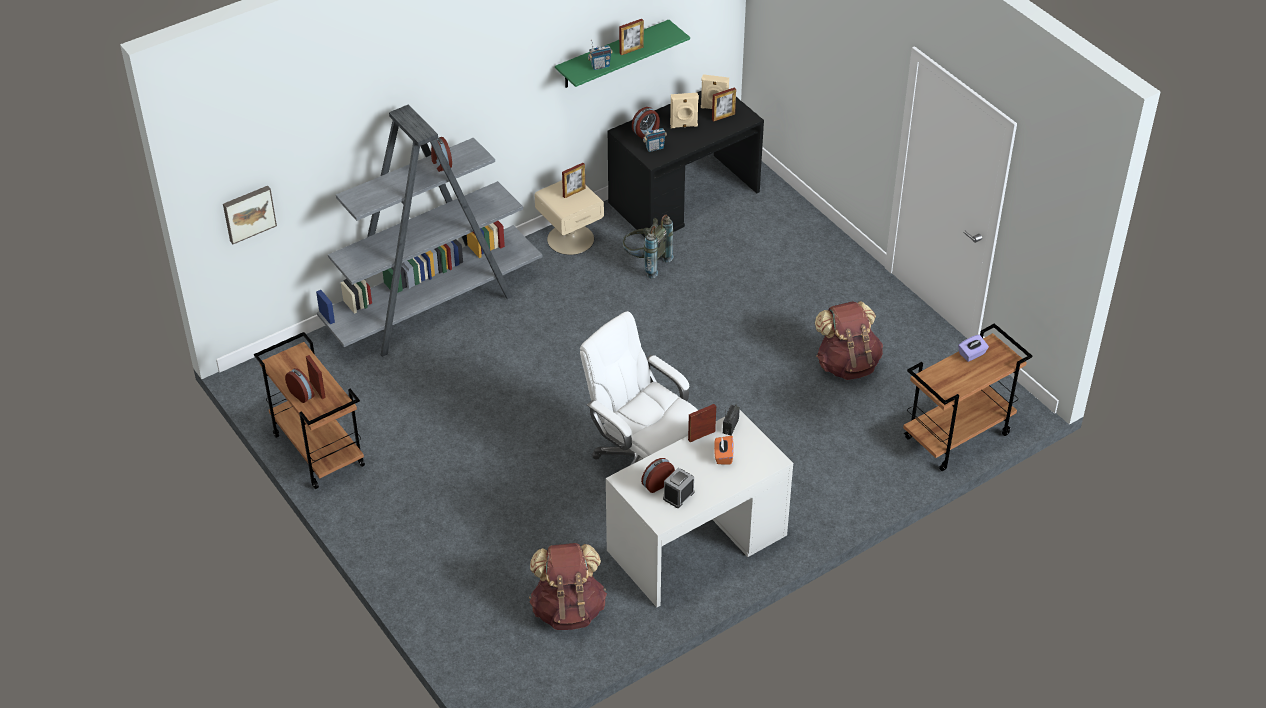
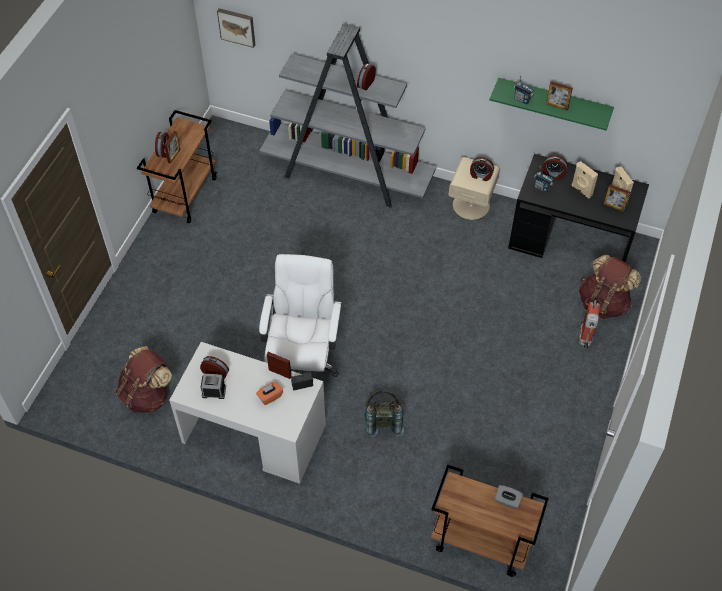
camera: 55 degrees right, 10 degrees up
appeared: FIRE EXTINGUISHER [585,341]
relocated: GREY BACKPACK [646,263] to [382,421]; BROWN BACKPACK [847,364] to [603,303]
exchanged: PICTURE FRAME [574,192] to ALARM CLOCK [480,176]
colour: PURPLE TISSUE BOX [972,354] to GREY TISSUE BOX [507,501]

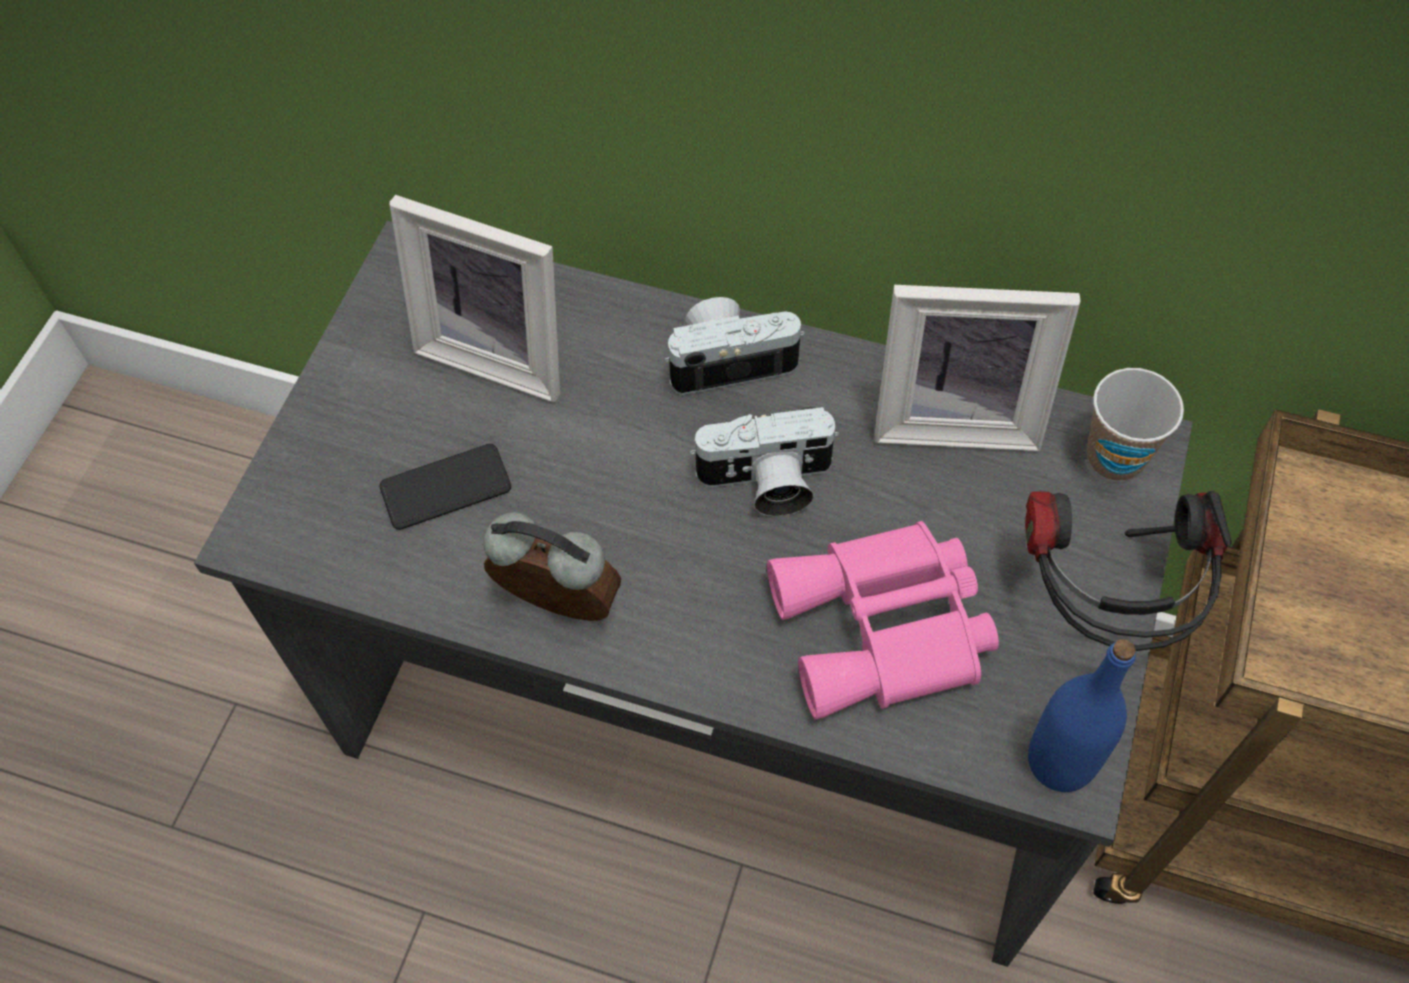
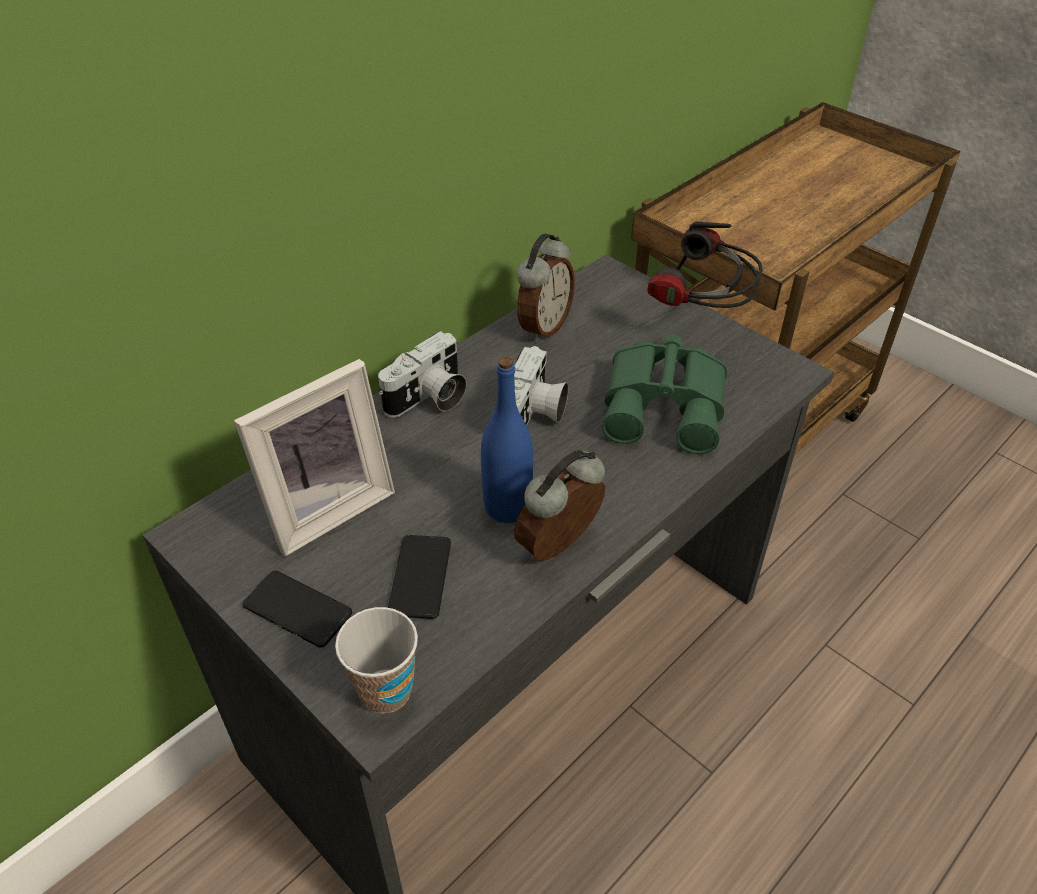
camera: 65 degrees left, 15 degrees down
appeared: PHONE [297,609]
relocated: CUP [1115,458] to [385,690]; BLUE BOTTLE [1060,761] to [507,507]
exchanged: PICTURE FRAME [956,416] to ALARM CLOCK [543,327]
colour: PINK BINOCULARS [885,631] to GREEN BINOCULARS [667,405]
spun: PHOTO CAMERA [730,359] = [429,399] 150 degrees counterclockwise

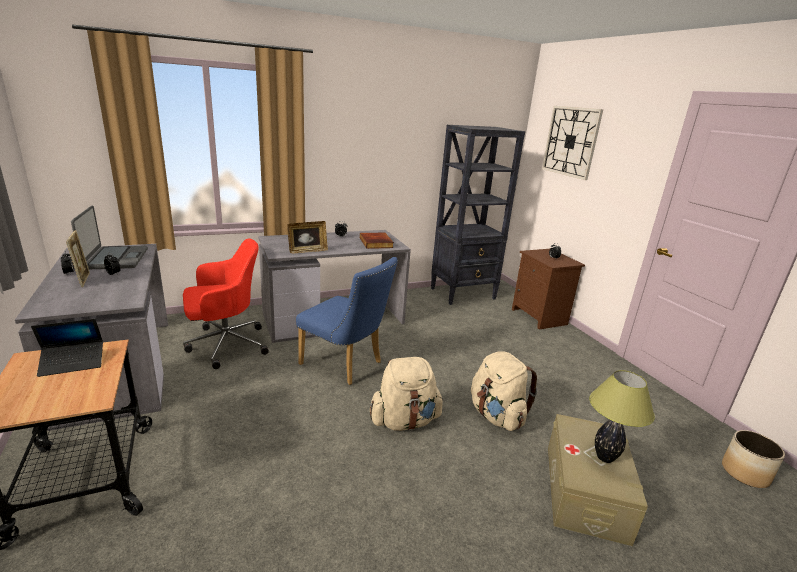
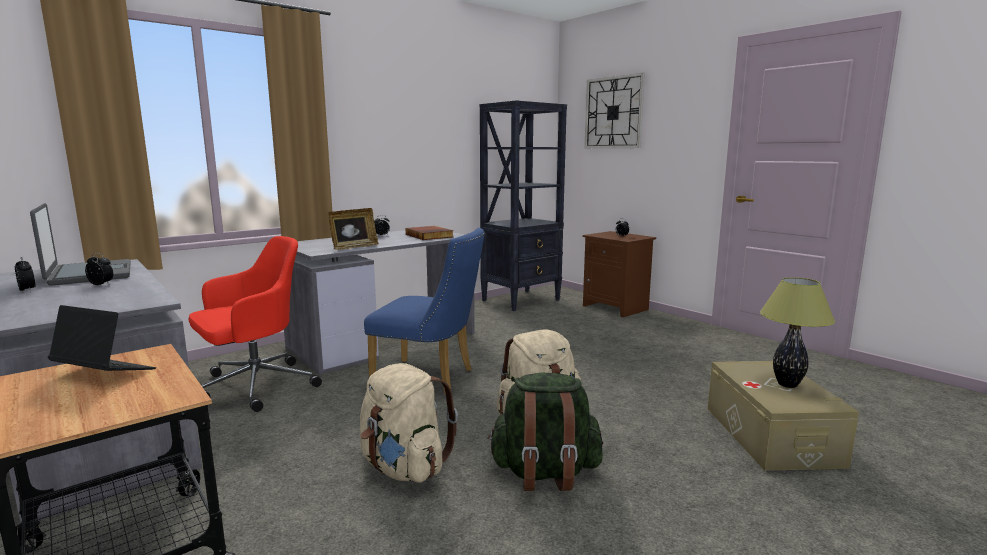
camera: 15 degrees left, 10 degrees down
missing: PICTURE FRAME [83,280]; PLANTER [745,473]
appeared: GREEN BACKPACK [545,473]
relocated: BEIGE BACKPACK [496,416] to [404,467]
spun: LAPTOP [73,363] = [104,372] 120 degrees counterclockwise

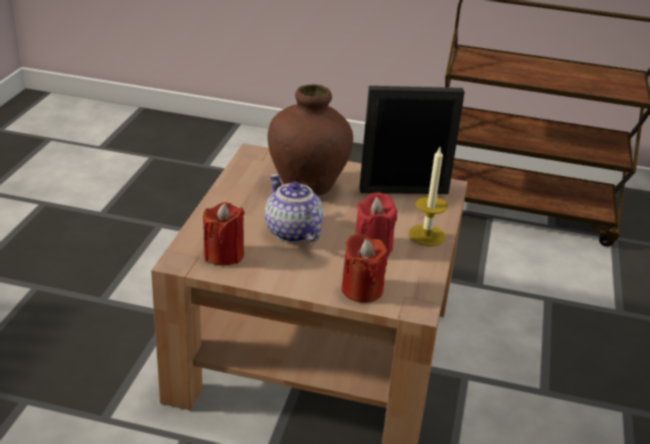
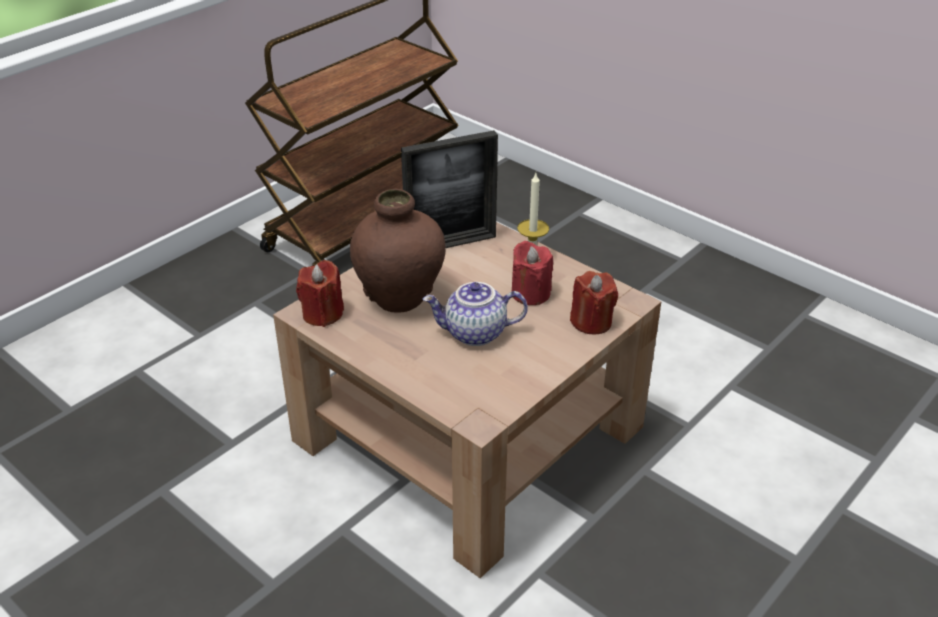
camera: 60 degrees left, 5 degrees up
relocated: RED CANDLE [224,254] to [322,314]
spun: PICTURE FRAME [403,191] = [451,244] 135 degrees counterclockwise

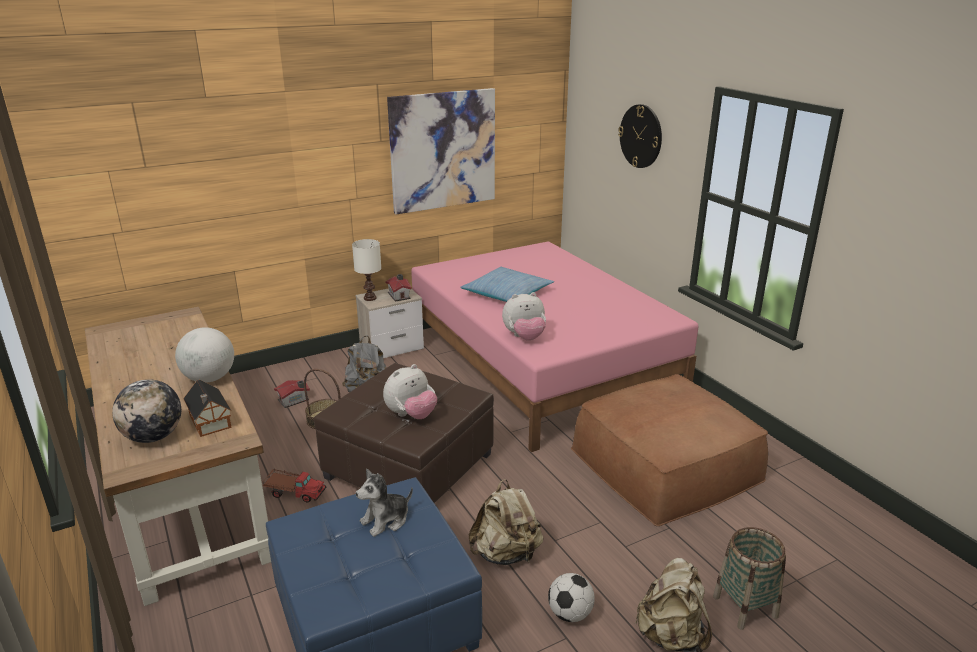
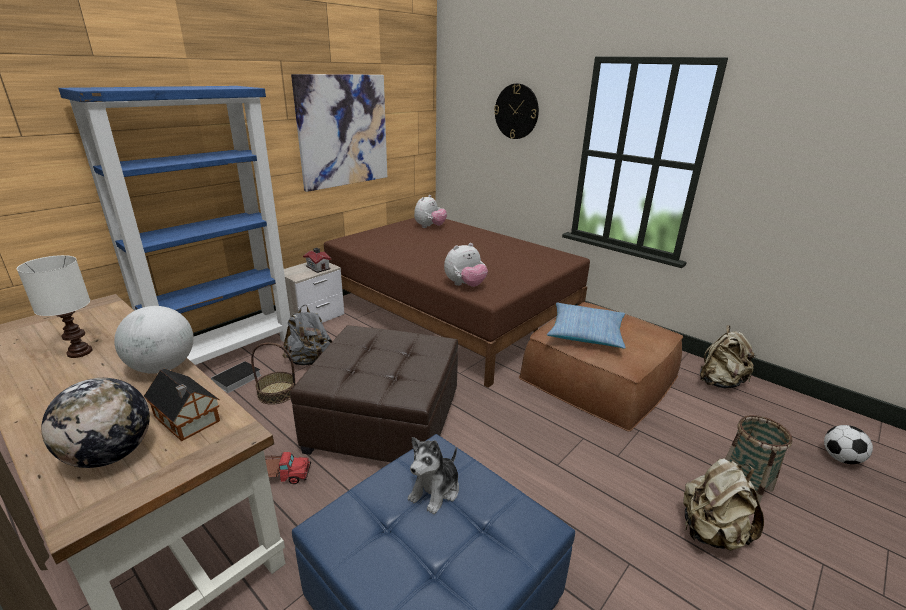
camera: 20 degrees left, 0 degrees up
appeared: BLUE BOOKCASE [227,353]
relocated: WHITE TABLE LAMP [369,298] to [79,352]; PILLOW [507,294] to [586,333]; PLUSH TOY [411,415] to [430,227]; BEIGE BACKPACK [506,554] to [720,382]; FOOTBALL [569,614] to [840,458]
exchanged: TOY HOUSE [294,400] to BOOK [236,380]
colour: PINK BED [541,363] to BROWN BED [451,312]

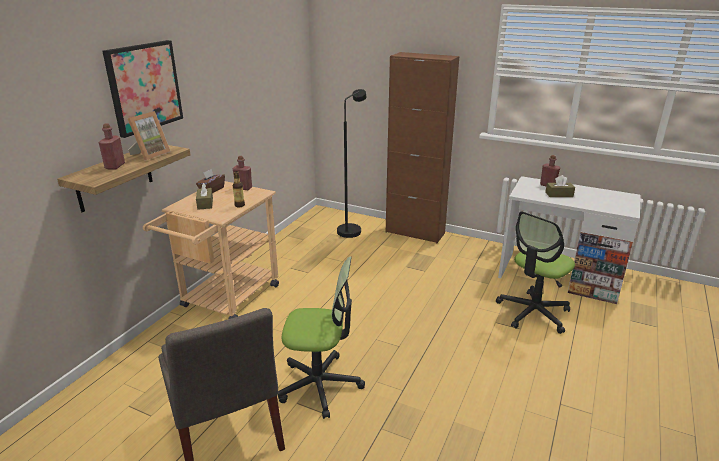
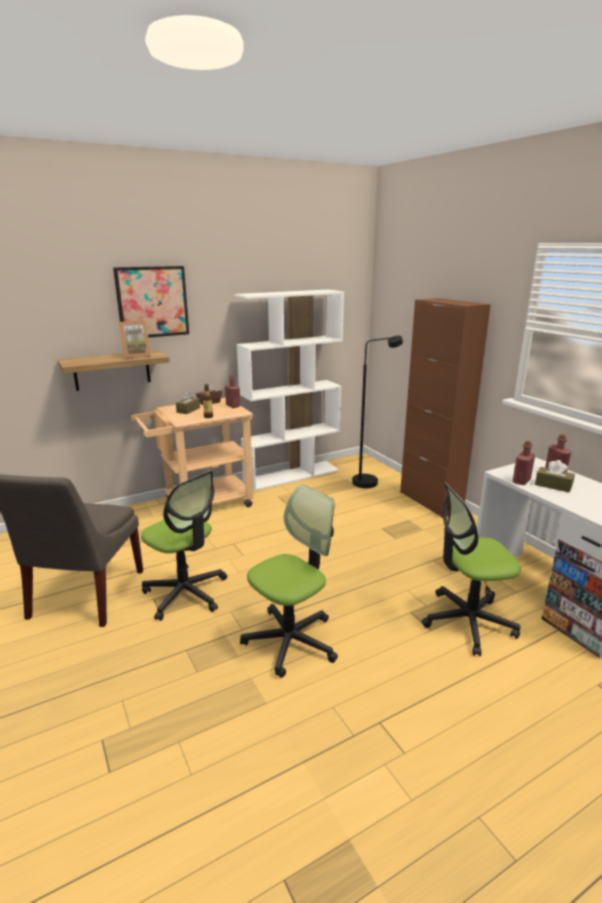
camera: 35 degrees right, 5 degrees down
appeared: WHITE BOOKCASE [292,475]; OFFICE CHAIR [291,641]
relocated: RED BOTTLE [115,166] to [521,481]

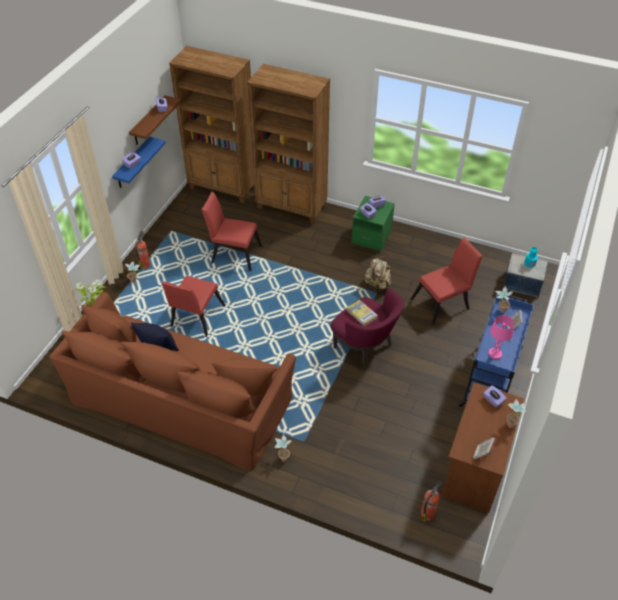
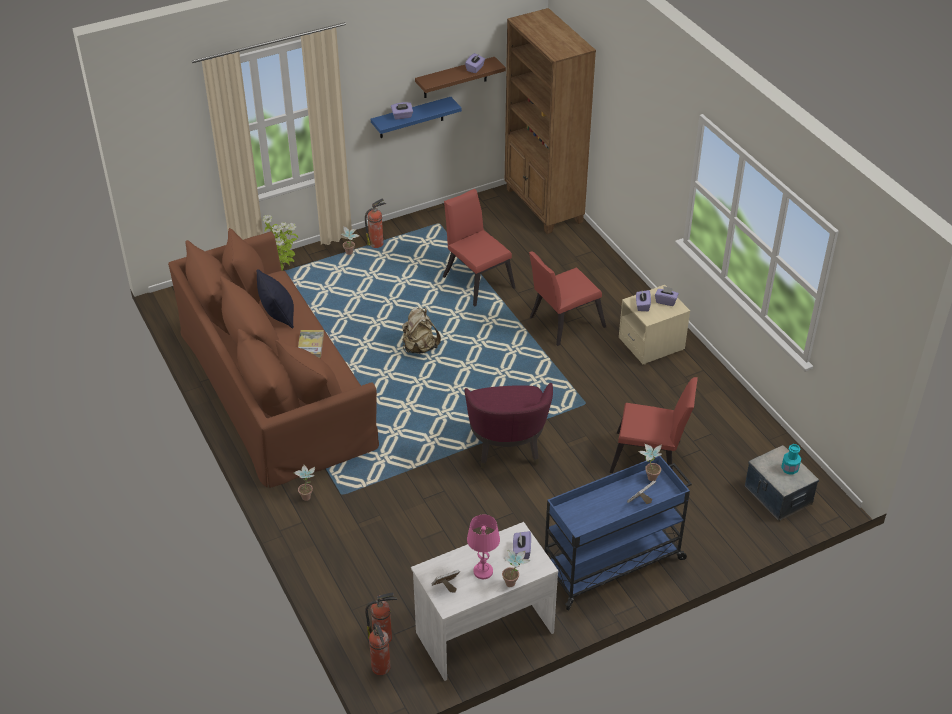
camera: 40 degrees right, 5 degrees down
missing: BROWN BOOKCASE [292,207]
appeared: FIRE EXTINGUISHER [381,668]
relocated: BEIGE BACKPACK [377,285] to [419,347]; RED CHAIR [195,318] to [562,323]; BOOK [361,314] to [310,345]; PINK TABLE LAMP [495,354] to [483,571]
colour: GREEN NIGHTSTAND [371,237] to BEIGE NIGHTSTAND [651,344]; BROWN DESK [474,466] to WHITE DESK [483,631]

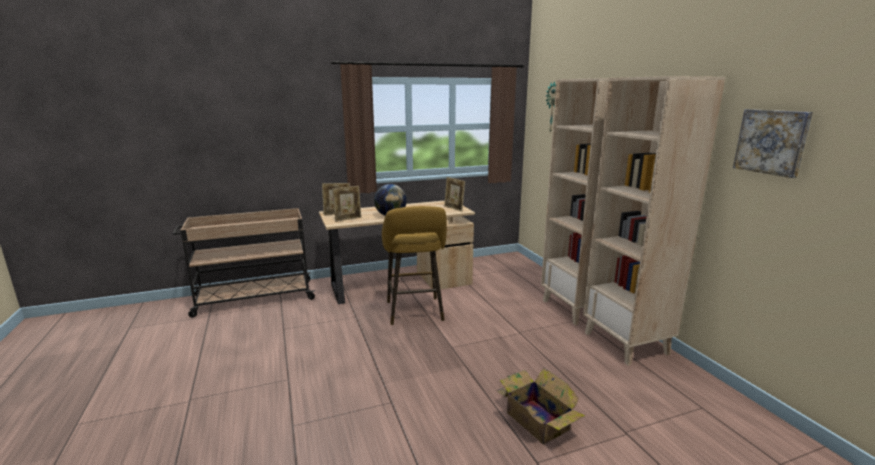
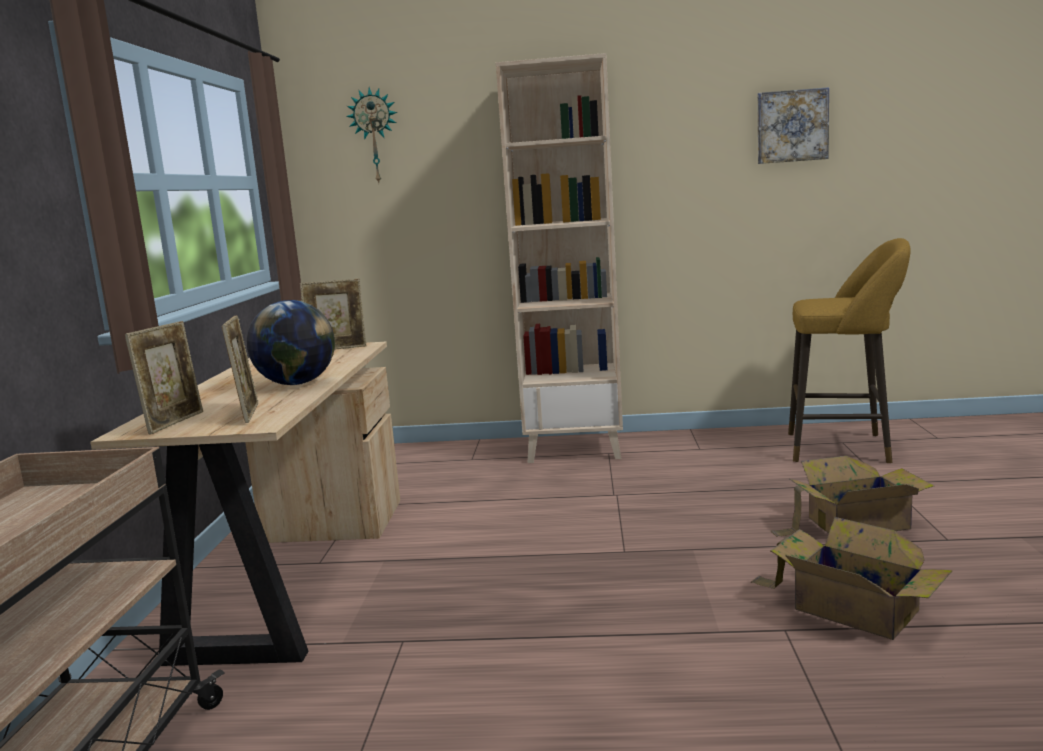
camera: 65 degrees left, 5 degrees down
missing: BEIGE BOOKCASE [626,343]
appeared: CARDBOARD BOX [851,608]
relocated: YELLOW STOOL [415,313] to [845,448]

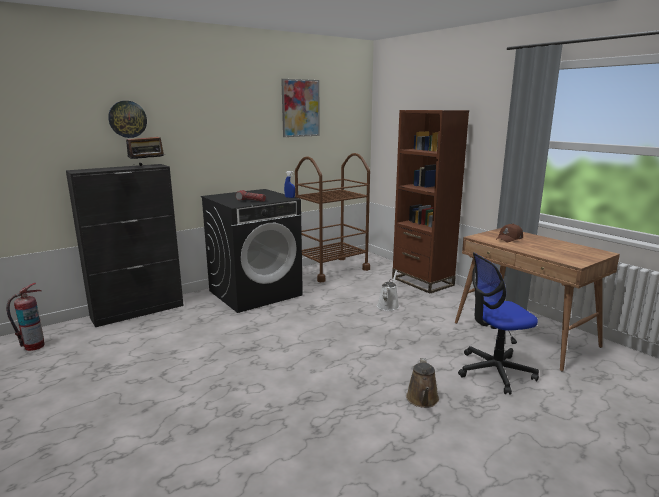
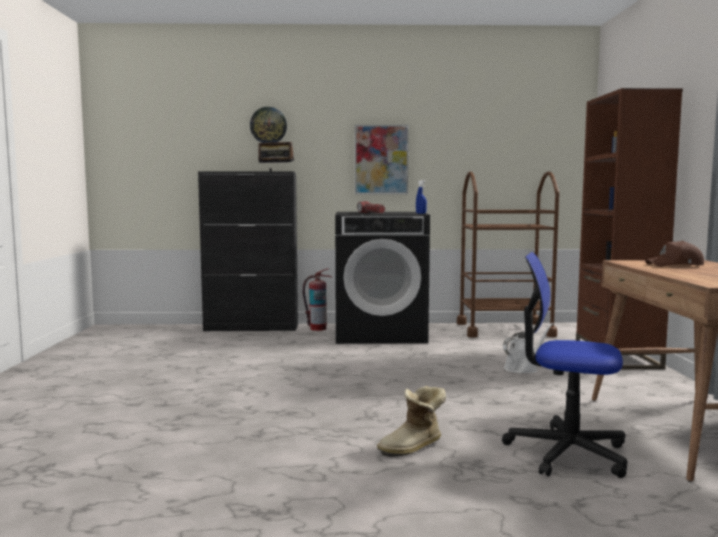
camera: 35 degrees right, 10 degrees down
relocated: PICTURE [300,108] to [381,160]; FIRE EXTINGUISHER [34,346] to [317,328]
exchanged: BROWN WATERING CAN [422,400] to BOOT [413,447]

